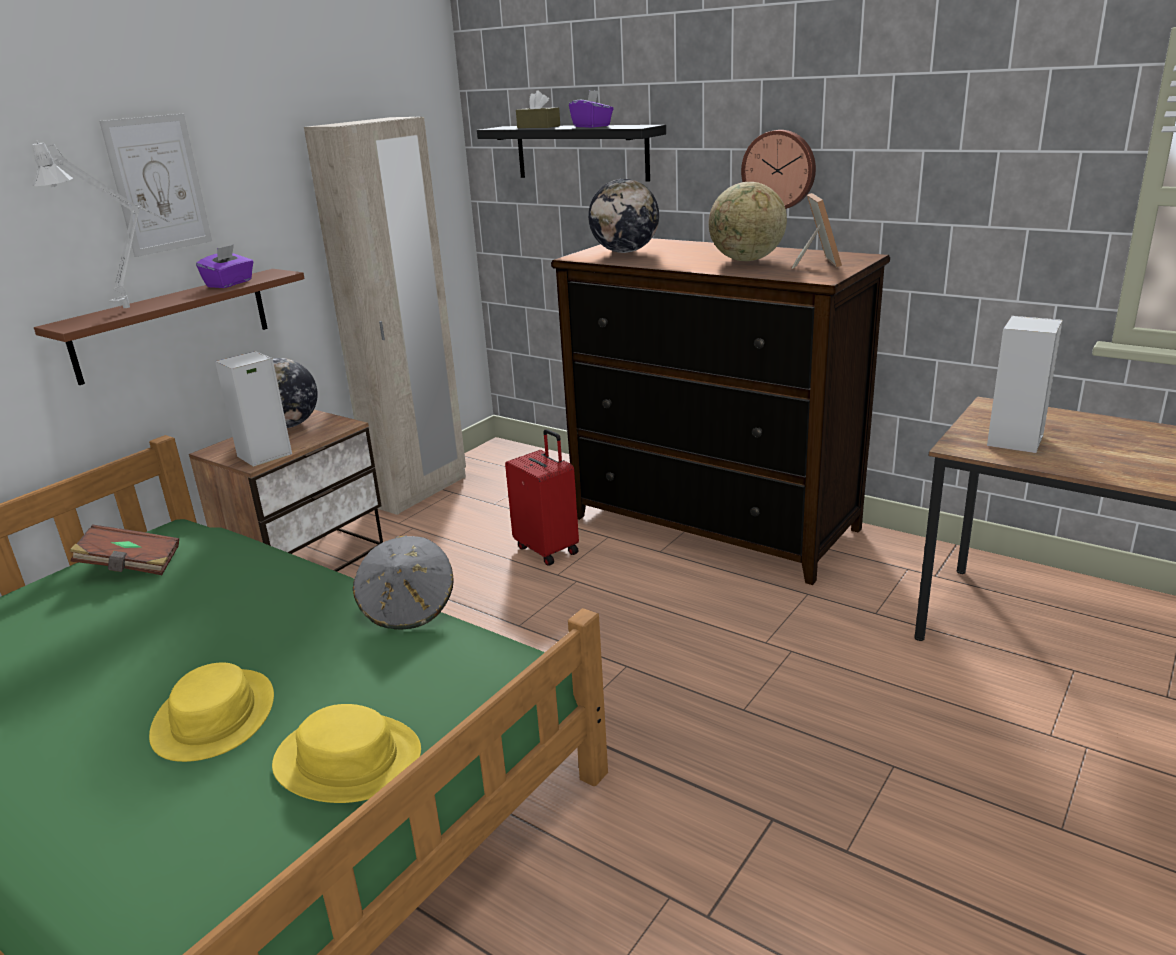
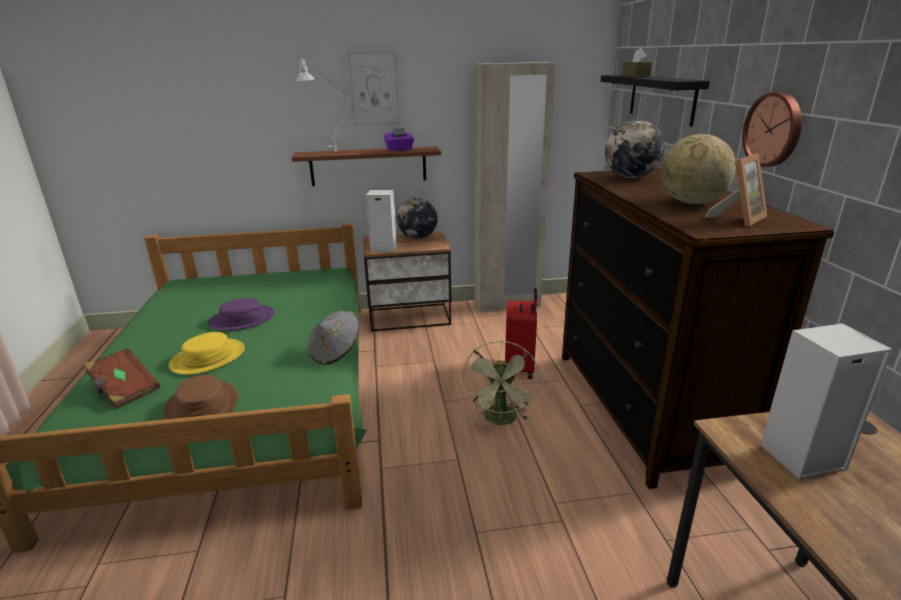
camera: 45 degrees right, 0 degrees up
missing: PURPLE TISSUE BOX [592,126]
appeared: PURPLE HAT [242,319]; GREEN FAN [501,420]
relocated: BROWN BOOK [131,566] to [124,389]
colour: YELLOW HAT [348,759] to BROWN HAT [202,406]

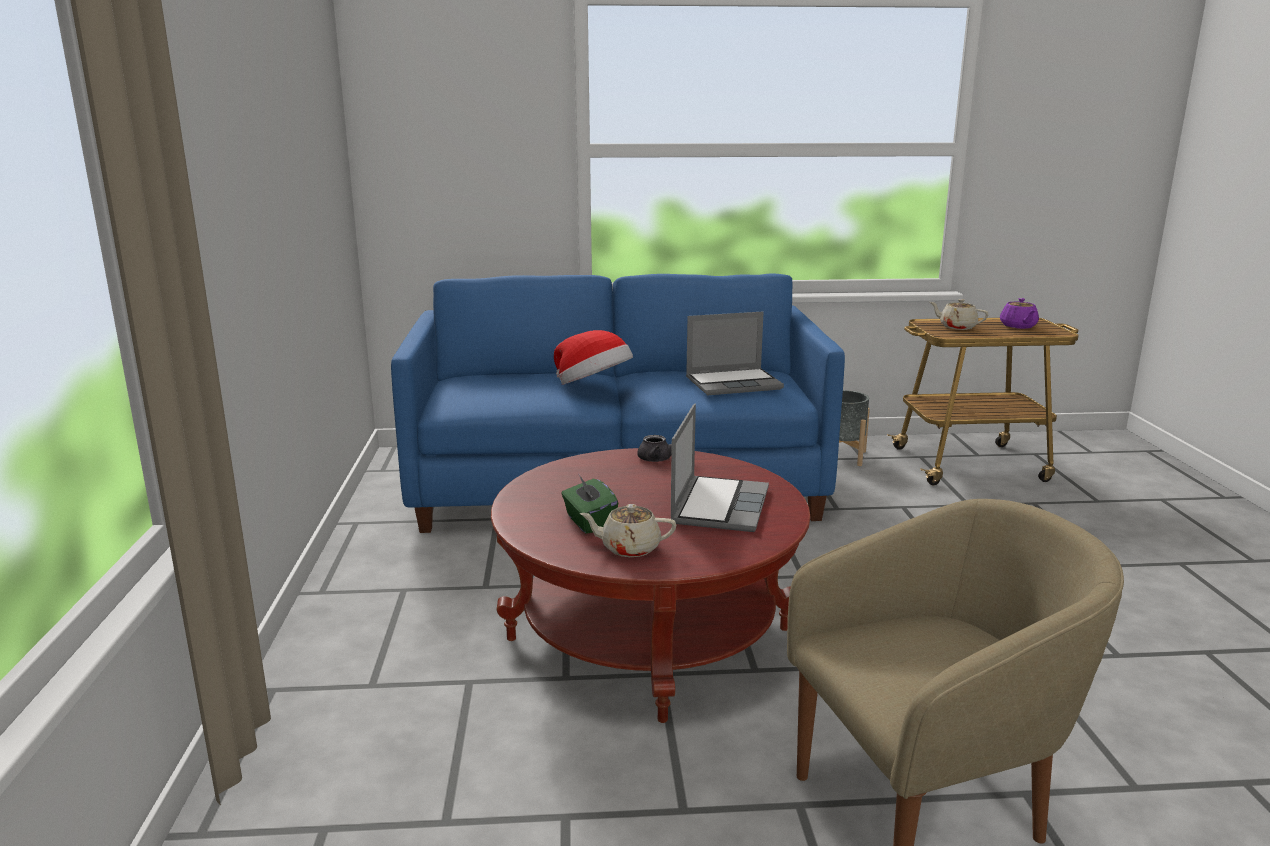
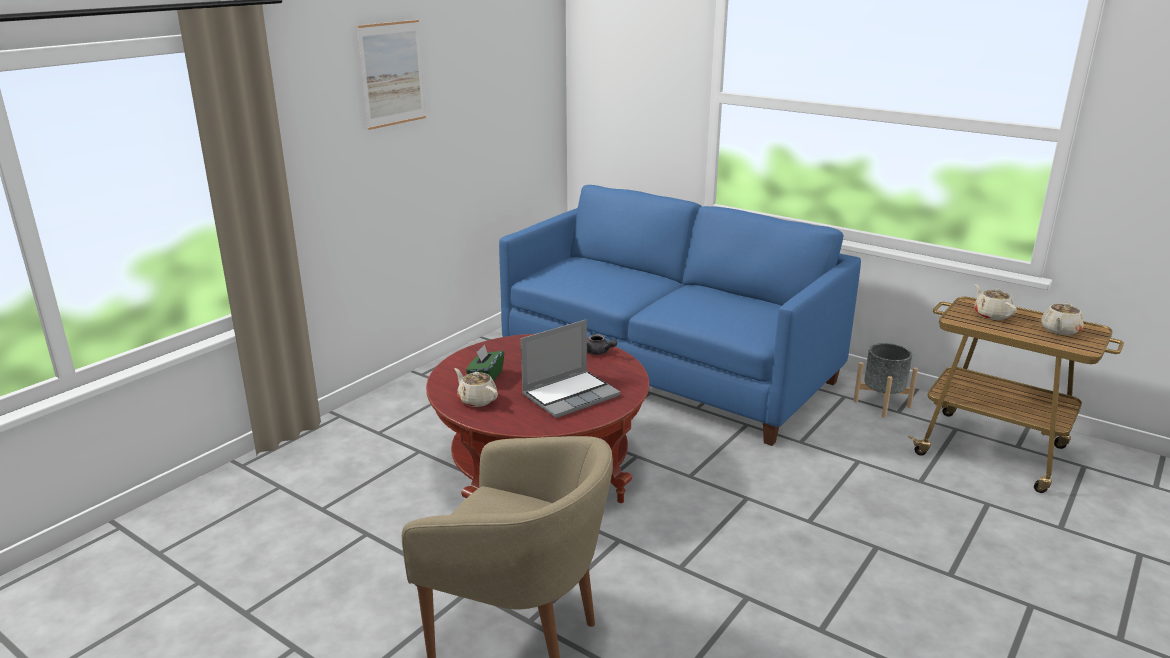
camera: 40 degrees right, 5 degrees up
missing: LAPTOP [734,383]; HAT [593,387]
appeared: PICTURE [392,74]
colour: PURPLE TEAPOT [1018,326] to BEIGE TEAPOT [1059,330]

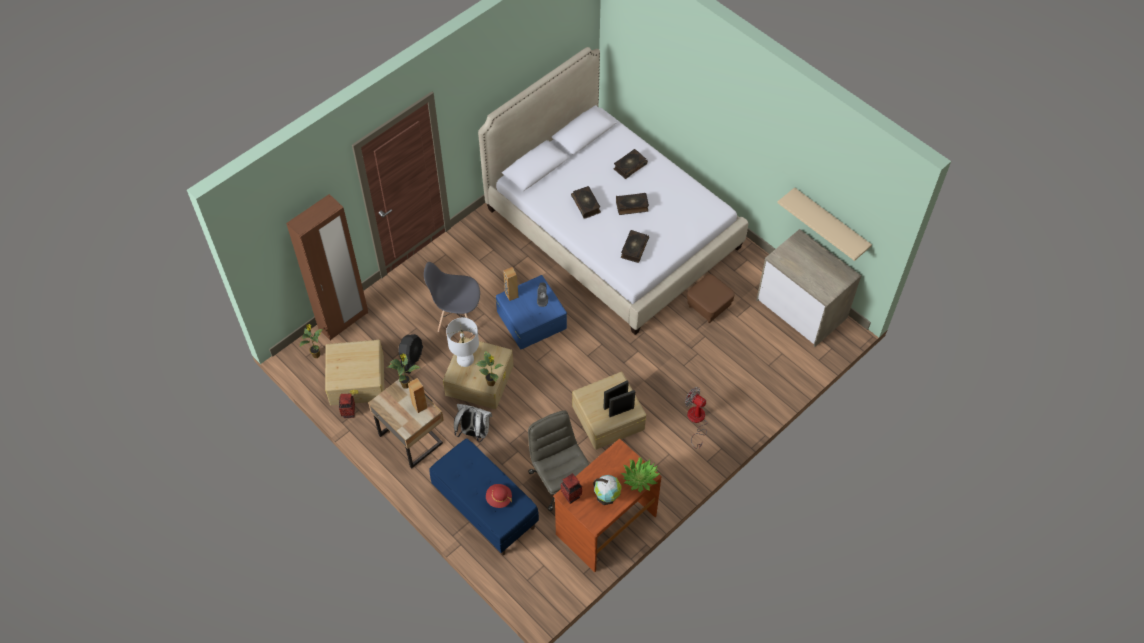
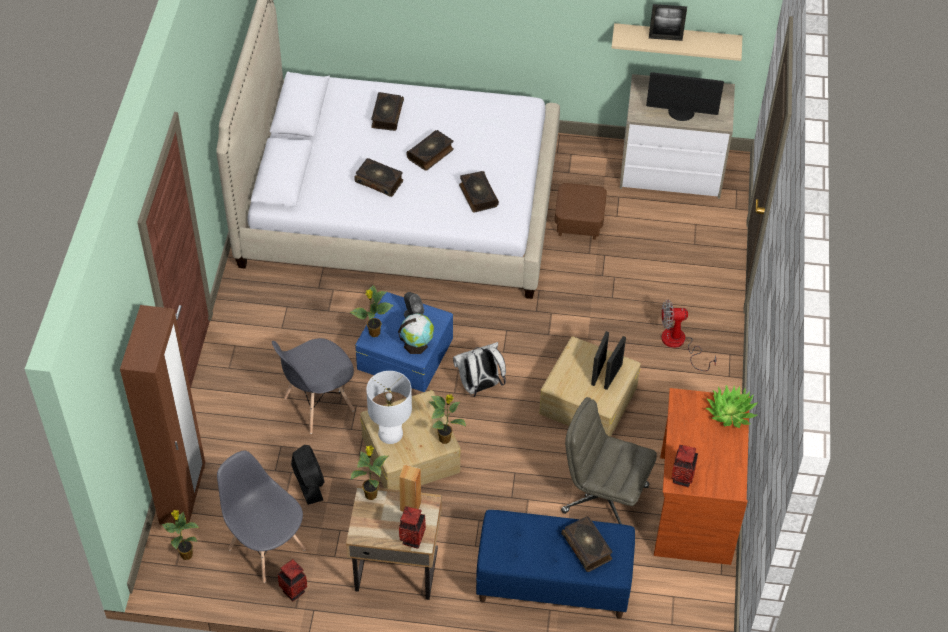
camera: 40 degrees left, 5 degrees down
appeared: PICTURE FRAME [665,38]; MONITOR [681,113]; VASE [412,540]
relocated: WHITE BACKPACK [474,432] to [479,387]; GLOBE [607,496] to [417,344]
exchanged: BROWN SPEAKER [511,295] to POTTED PLANT [374,333]; BEIGE STORAGE BOX [357,379] to GREY CHAIR [266,548]; RED HAT [499,498] to BOOK [587,547]

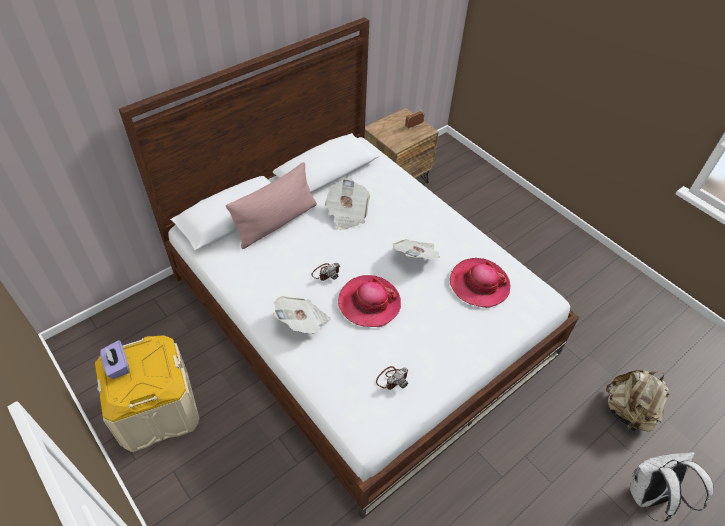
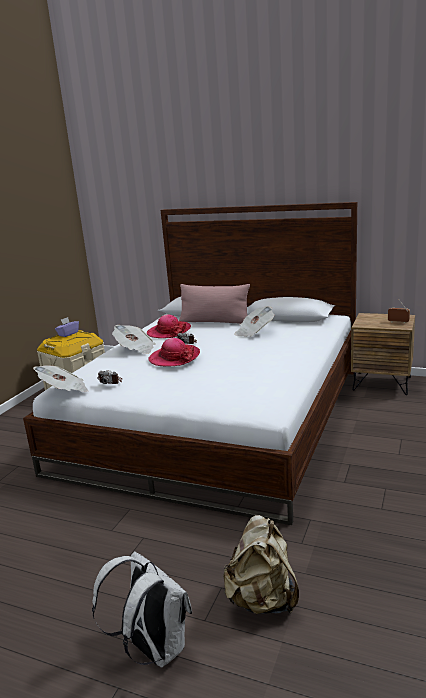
camera: 65 degrees right, 30 degrees down
relocated: NEWSPAPER [416,257] to [64,391]; HAT [479,284] to [169,332]

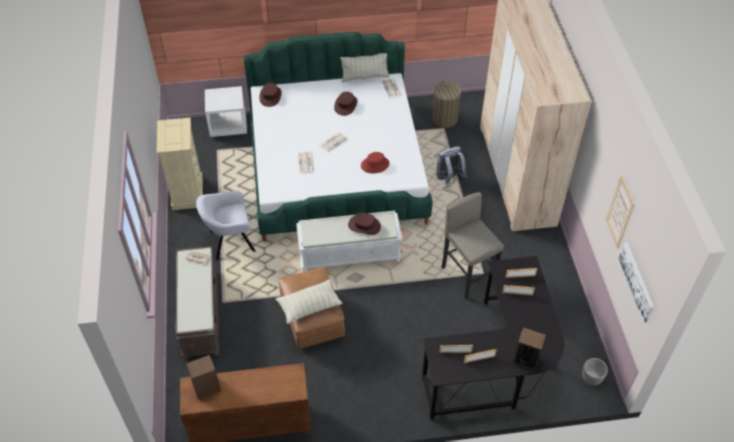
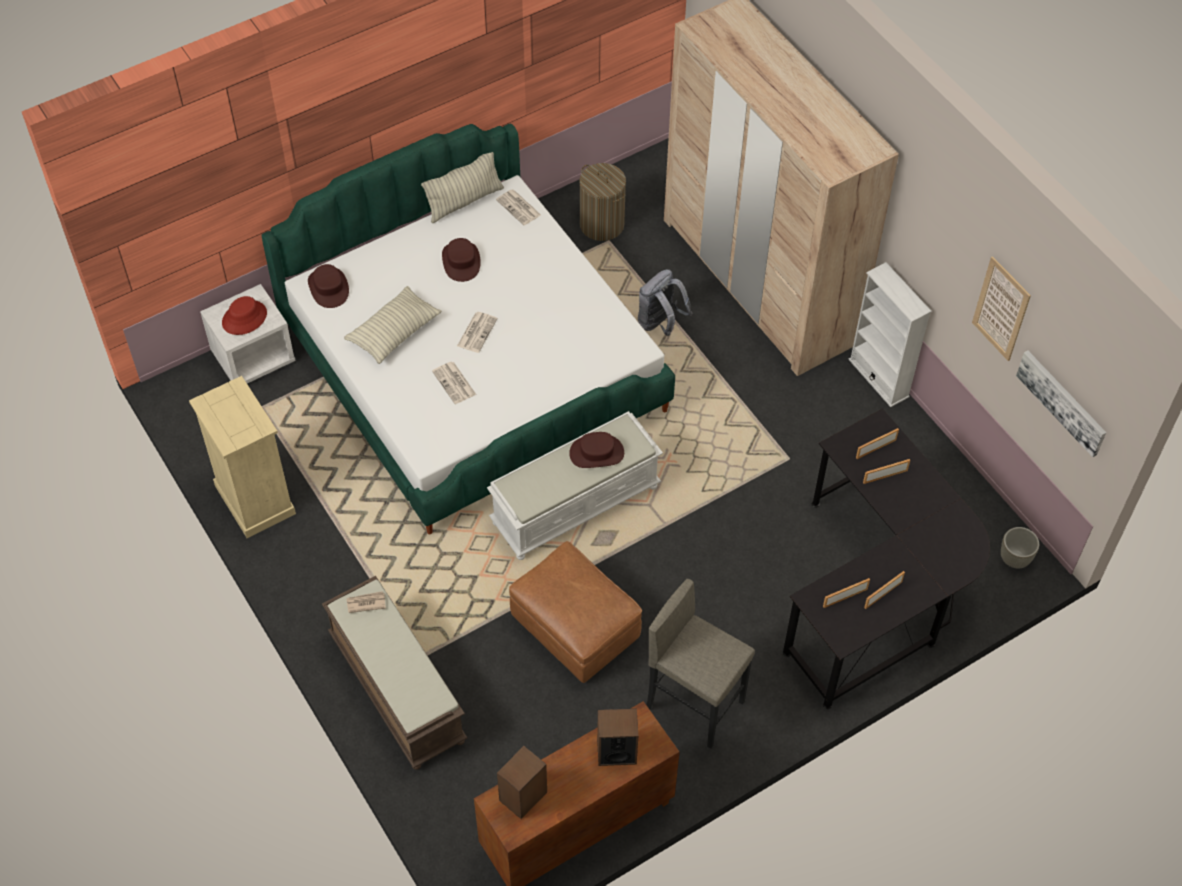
camera: 25 degrees left, 5 degrees up
missing: GREY ARMCHAIR [230,241]
appeared: WHITE BOOKCASE [878,378]
relocated: RED HAT [375,164] to [244,318]; GREY STOOL [468,275] to [695,704]; PILLOW [309,306] to [394,332]; SPEAKER [526,359] to [616,751]

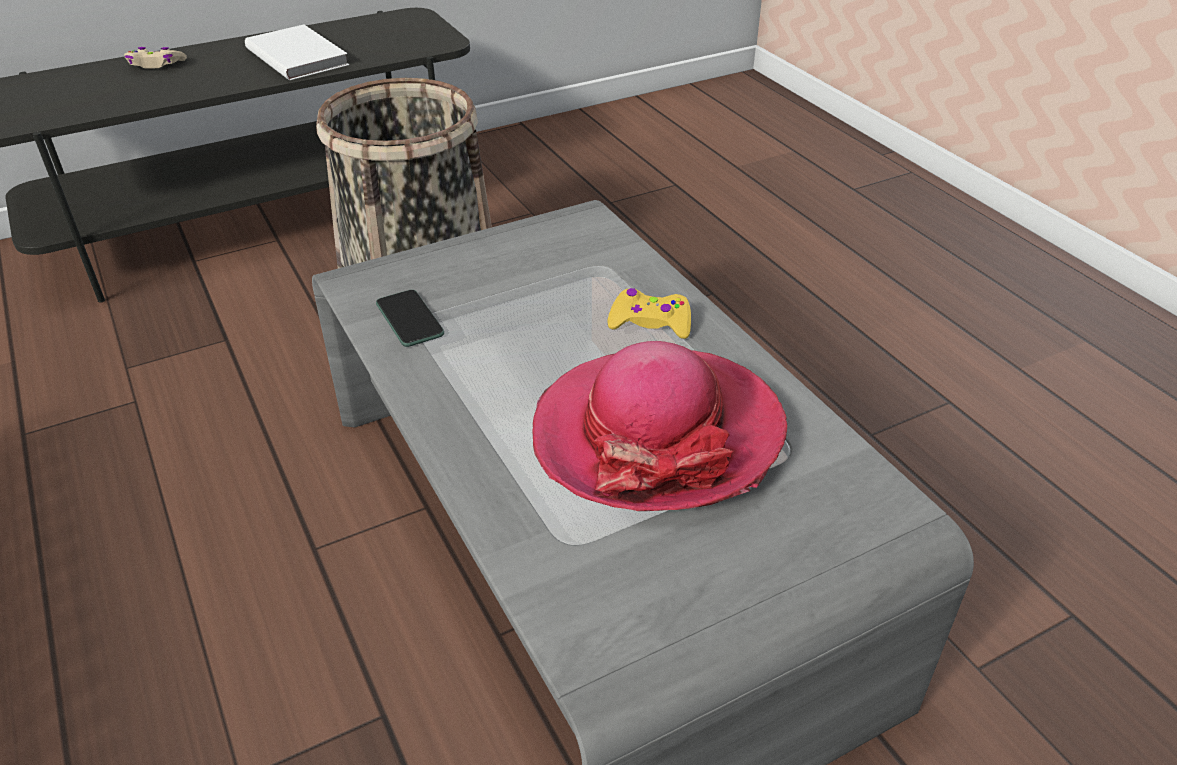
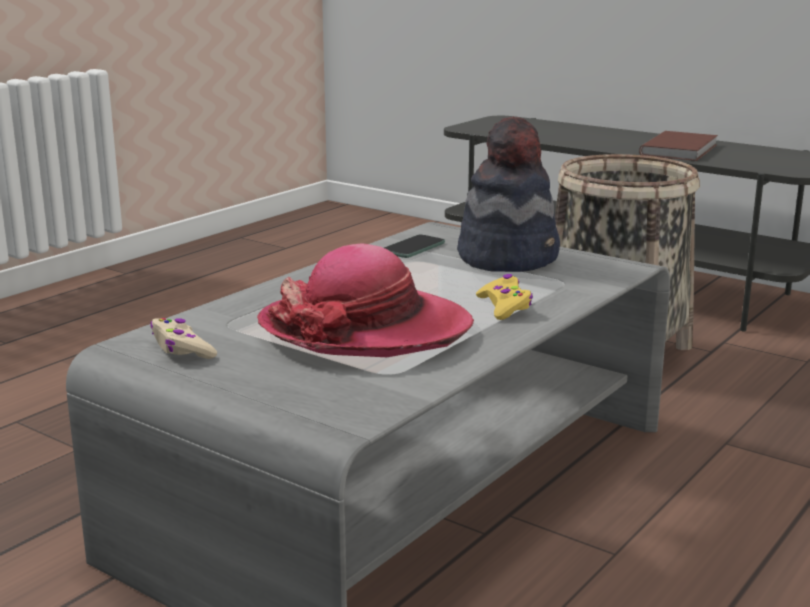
camera: 65 degrees right, 20 degrees down
appeared: HAT [508,258]
relocated: BEIGE GAME CONTROLLER [156,65] to [182,349]
colour: WHITE BOOK [299,56] to BROWN BOOK [681,150]

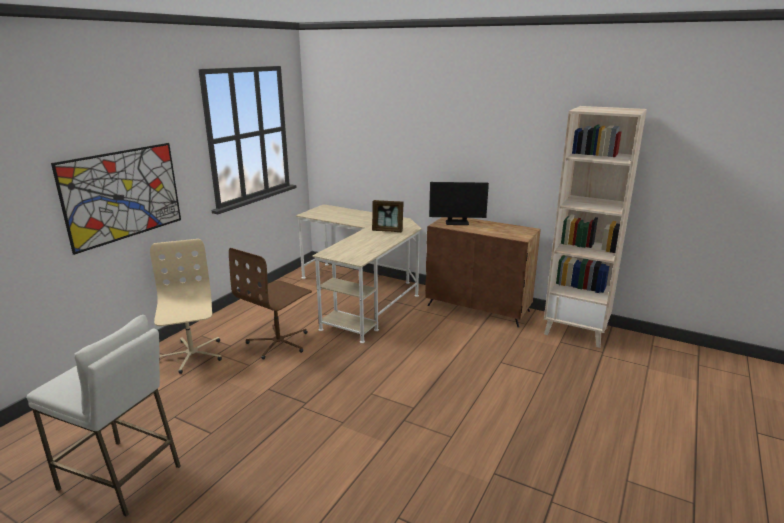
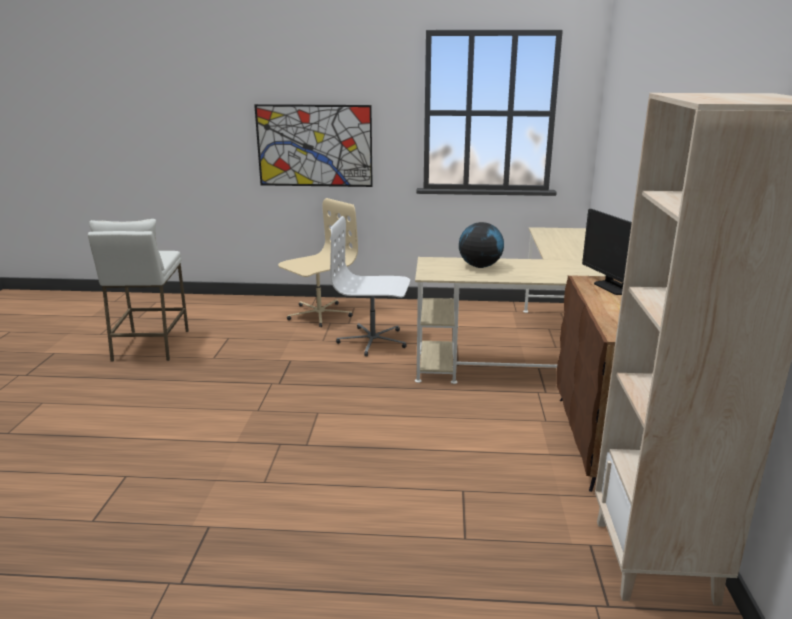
camera: 65 degrees right, 0 degrees up
missing: PICTURE FRAME [387,230]
appeared: GLOBE [480,266]
colour: BROWN OFFICE CHAIR [279,343] to WHITE OFFICE CHAIR [373,341]

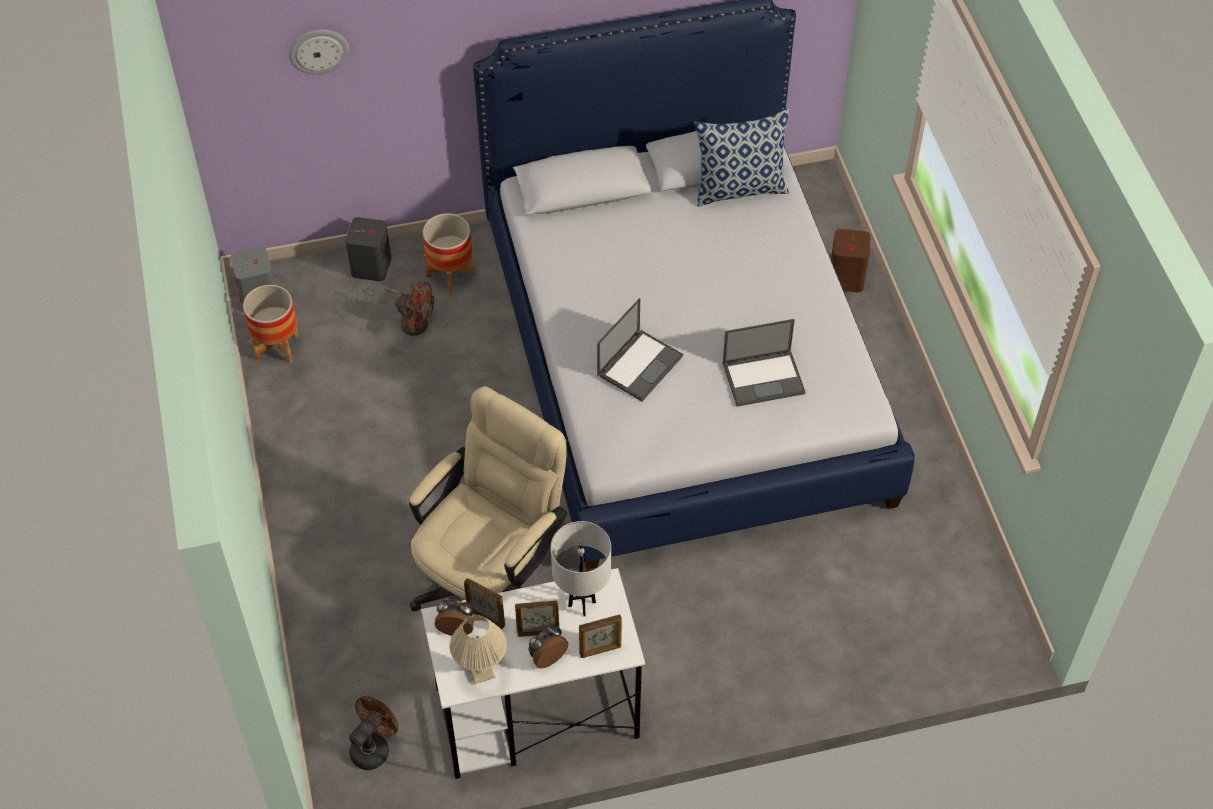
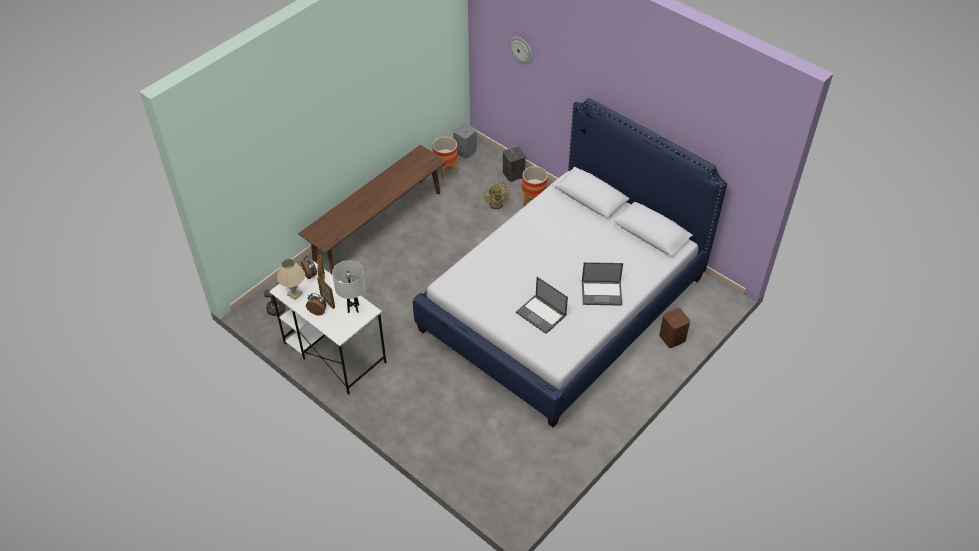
camera: 55 degrees right, 5 degrees down
missing: PILLOW [740,188]; BEIGE OFFICE CHAIR [491,577]; PICTURE FRAME [600,650]
appeared: BROWN BENCH [378,225]
relocated: LAPTOP [640,364] to [602,293]
colour: BROWN FAN [413,320] to YELLOW FAN [498,202]

